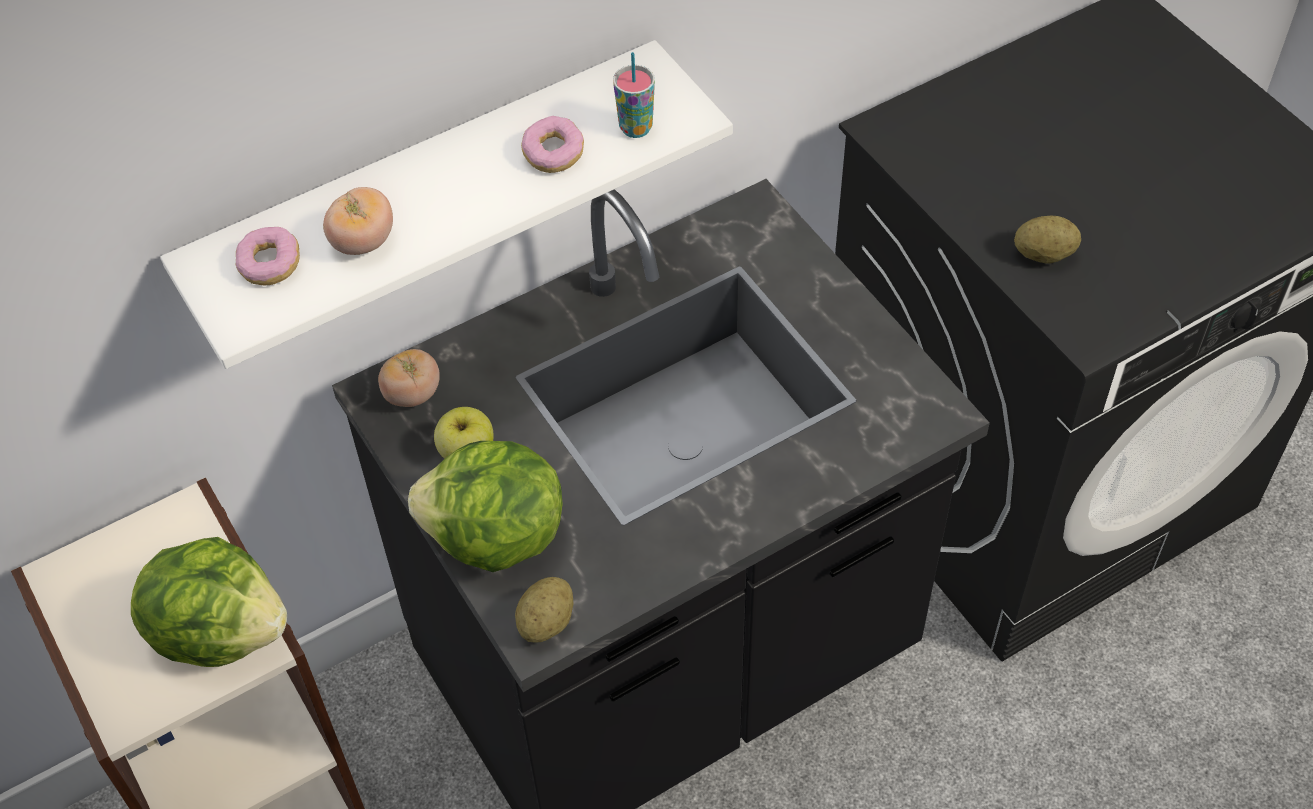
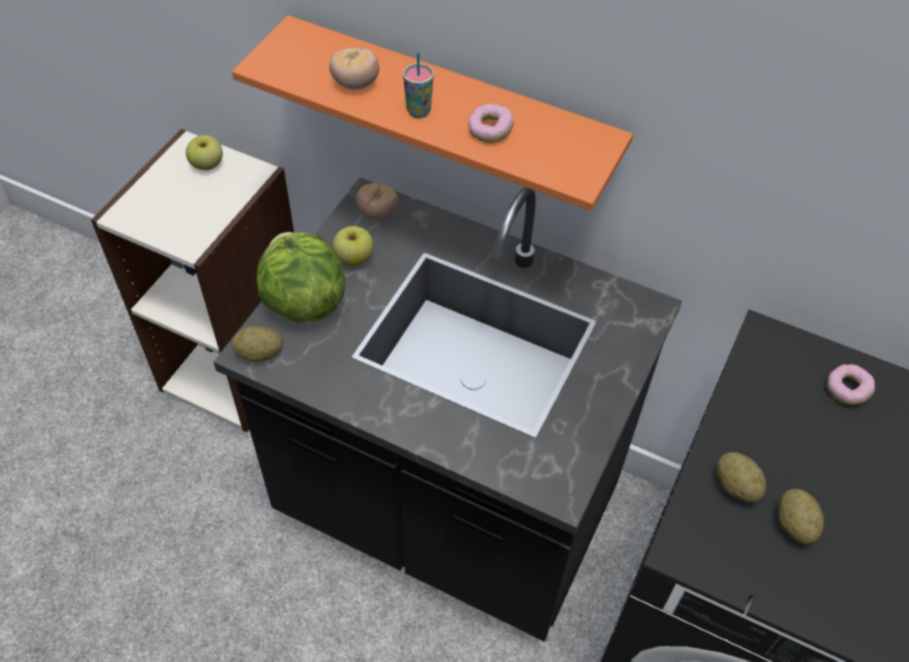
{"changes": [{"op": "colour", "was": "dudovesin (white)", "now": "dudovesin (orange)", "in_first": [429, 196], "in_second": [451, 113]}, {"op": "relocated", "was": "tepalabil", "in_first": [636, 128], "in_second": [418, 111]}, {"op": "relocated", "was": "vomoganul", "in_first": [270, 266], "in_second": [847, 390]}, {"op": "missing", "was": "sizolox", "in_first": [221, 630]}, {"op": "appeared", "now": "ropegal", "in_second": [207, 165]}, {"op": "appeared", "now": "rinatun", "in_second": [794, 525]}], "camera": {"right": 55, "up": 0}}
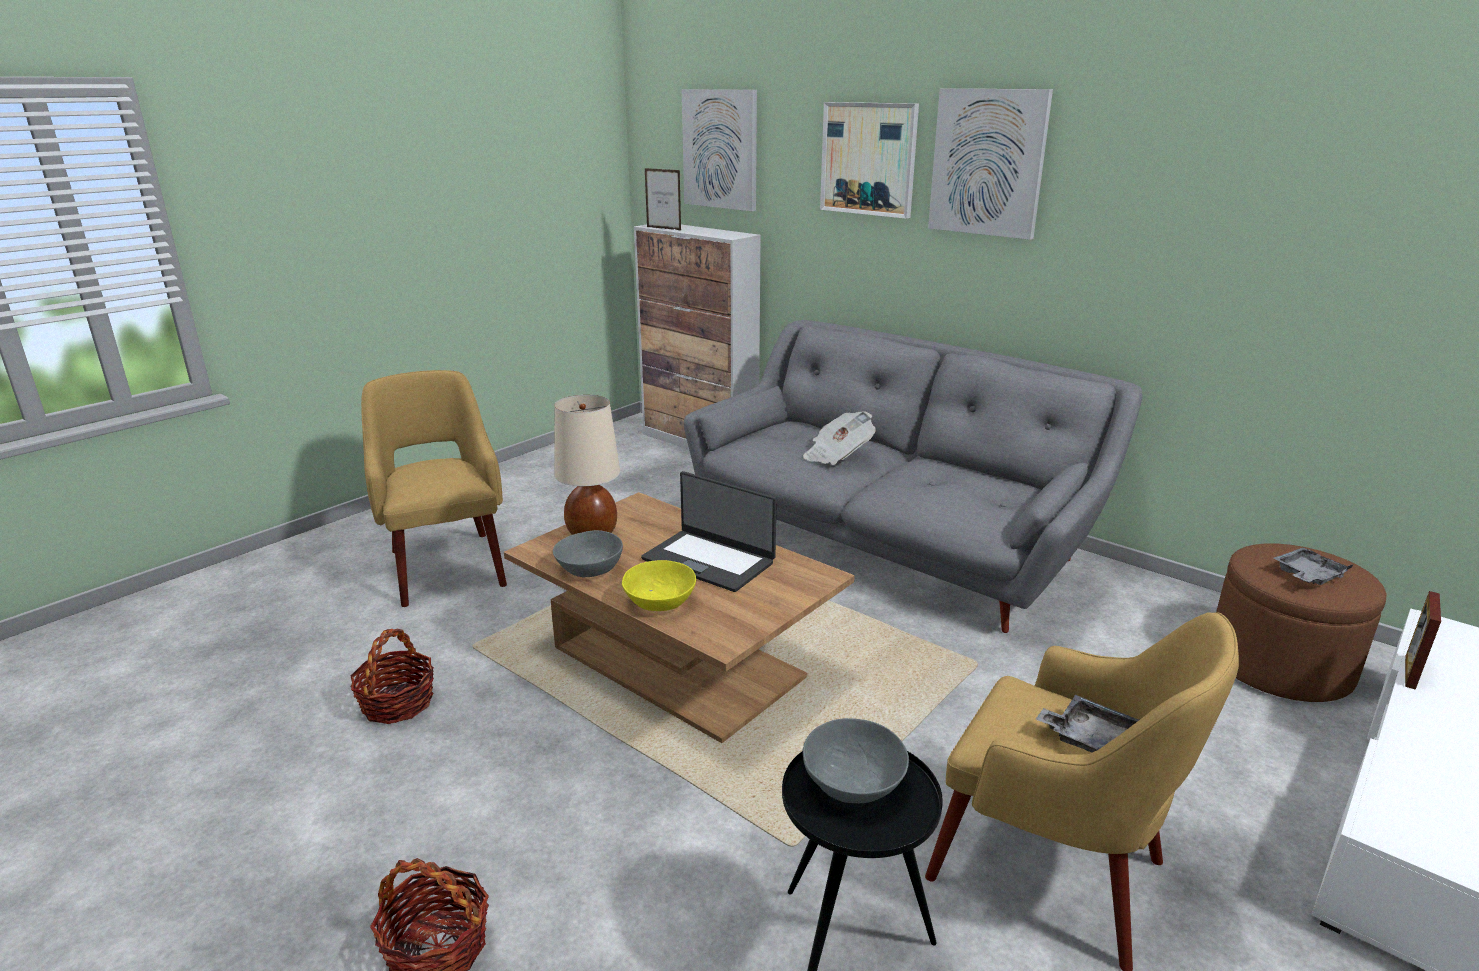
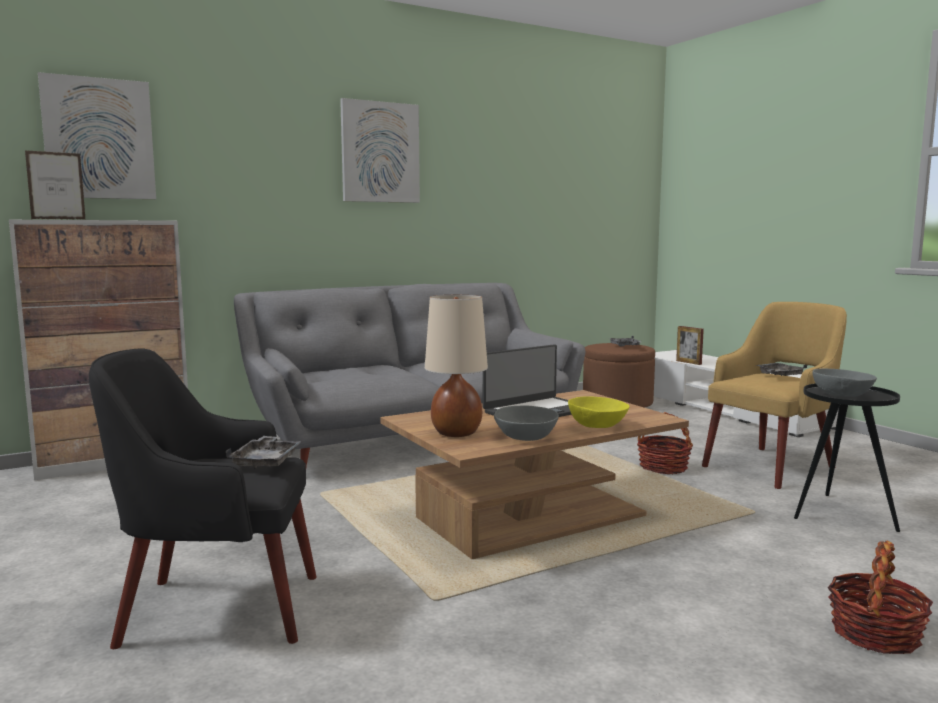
{"changes": [{"op": "missing", "was": "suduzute", "in_first": [868, 159]}, {"op": "colour", "was": "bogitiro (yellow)", "now": "bogitiro (black)", "in_first": [447, 565], "in_second": [215, 609]}, {"op": "missing", "was": "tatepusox", "in_first": [837, 455]}, {"op": "relocated", "was": "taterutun", "in_first": [397, 703], "in_second": [663, 467]}, {"op": "appeared", "now": "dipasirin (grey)", "in_second": [266, 461]}], "camera": {"right": -70, "up": -15}}
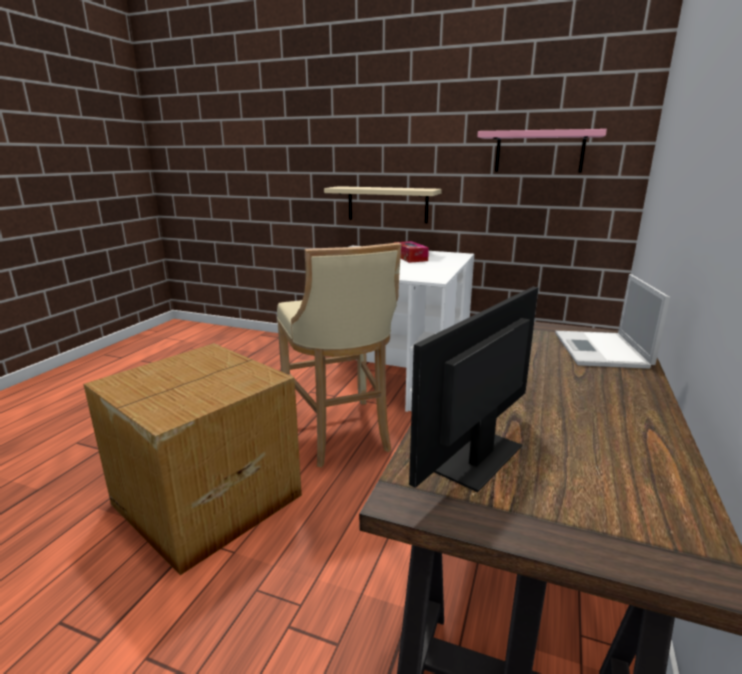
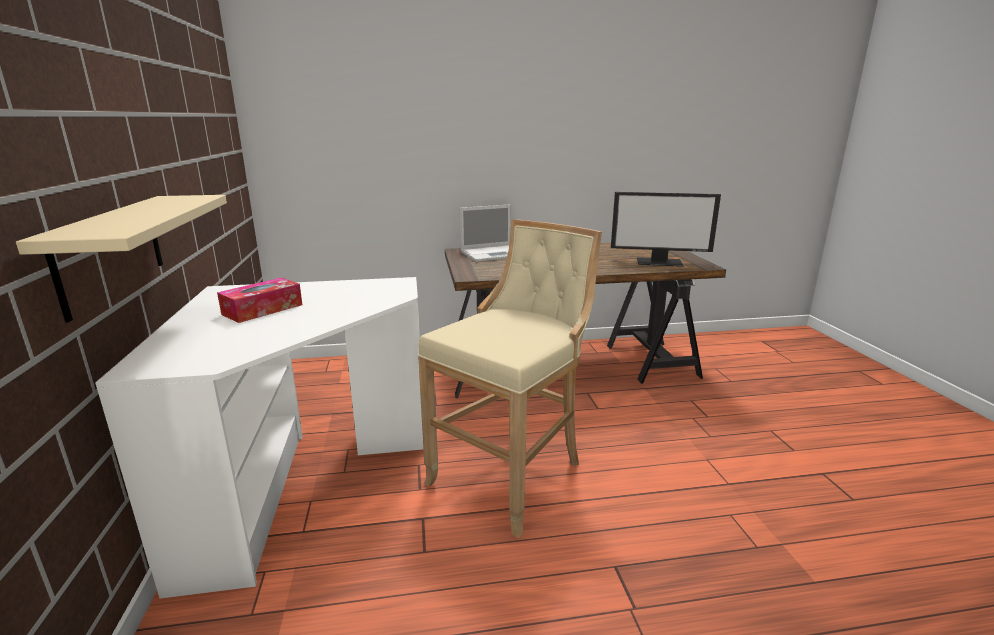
{"changes": [{"op": "missing", "was": "dudovesin (pink)", "in_first": [539, 152]}, {"op": "missing", "was": "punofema", "in_first": [204, 500]}], "camera": {"right": -120, "up": 0}}
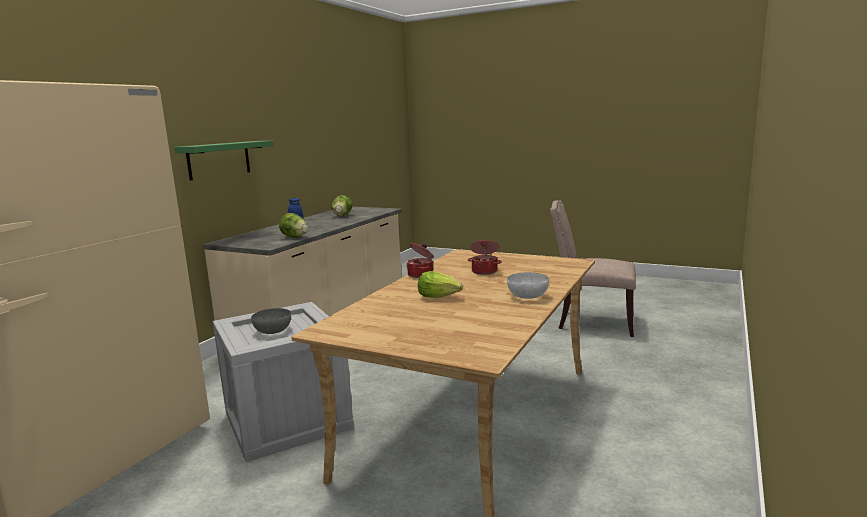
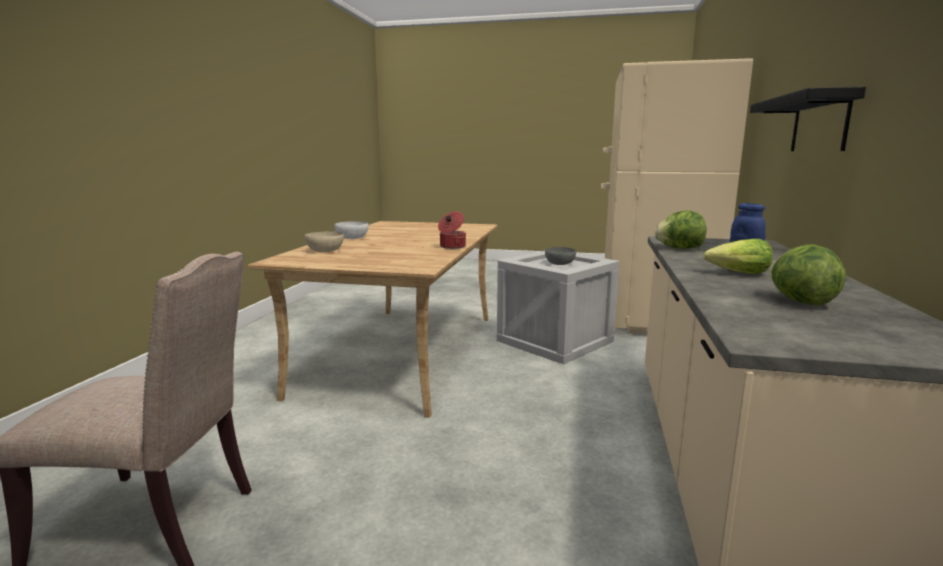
{"changes": [{"op": "colour", "was": "dudovesin (green)", "now": "dudovesin (black)", "in_first": [219, 160], "in_second": [819, 124]}, {"op": "missing", "was": "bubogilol", "in_first": [484, 271]}, {"op": "relocated", "was": "sizolox", "in_first": [439, 296], "in_second": [739, 273]}, {"op": "appeared", "now": "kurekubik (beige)", "in_second": [325, 250]}], "camera": {"right": 165, "up": 0}}
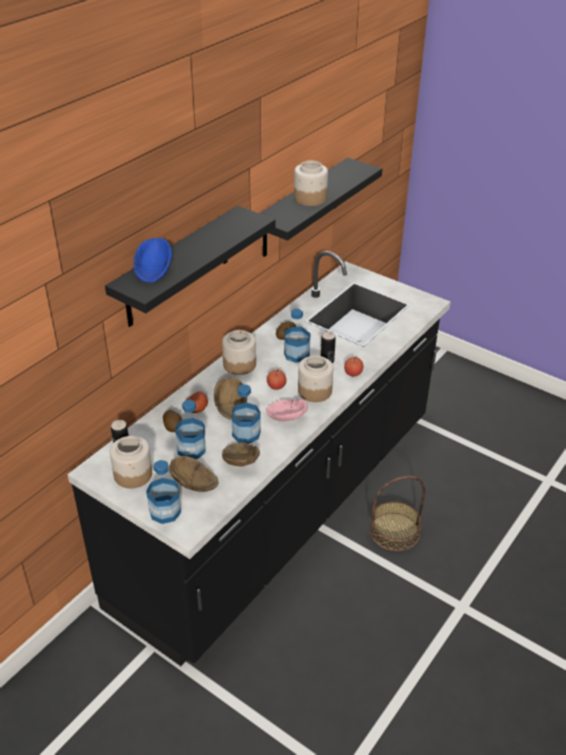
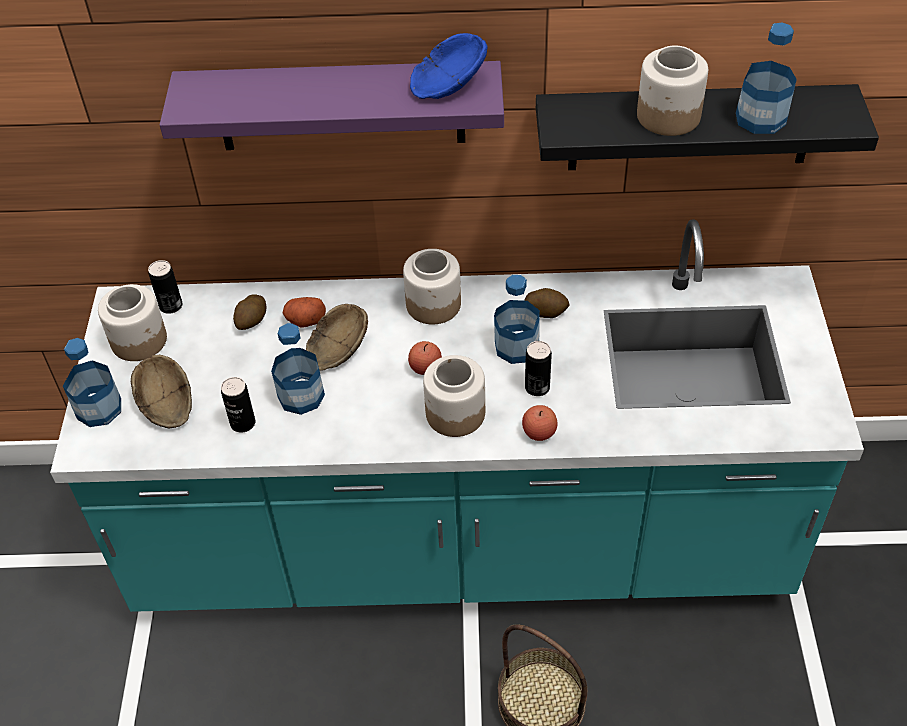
{"changes": [{"op": "colour", "was": "dudovesin (black)", "now": "dudovesin (purple)", "in_first": [177, 267], "in_second": [340, 106]}, {"op": "relocated", "was": "kurekubik (blue)", "in_first": [152, 272], "in_second": [446, 85]}, {"op": "colour", "was": "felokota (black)", "now": "felokota (turquoise)", "in_first": [281, 509], "in_second": [461, 542]}, {"op": "missing", "was": "kurekubik (pink)", "in_first": [286, 417]}, {"op": "relocated", "was": "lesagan", "in_first": [191, 449], "in_second": [760, 118]}, {"op": "exchanged", "was": "kurekubik (brown)", "now": "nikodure", "in_first": [240, 461], "in_second": [243, 423]}], "camera": {"right": 55, "up": 10}}
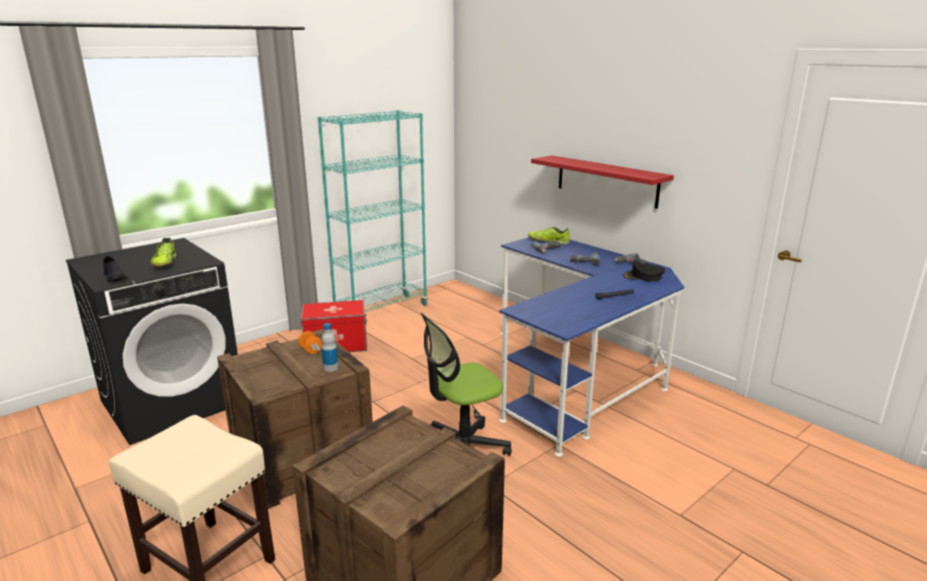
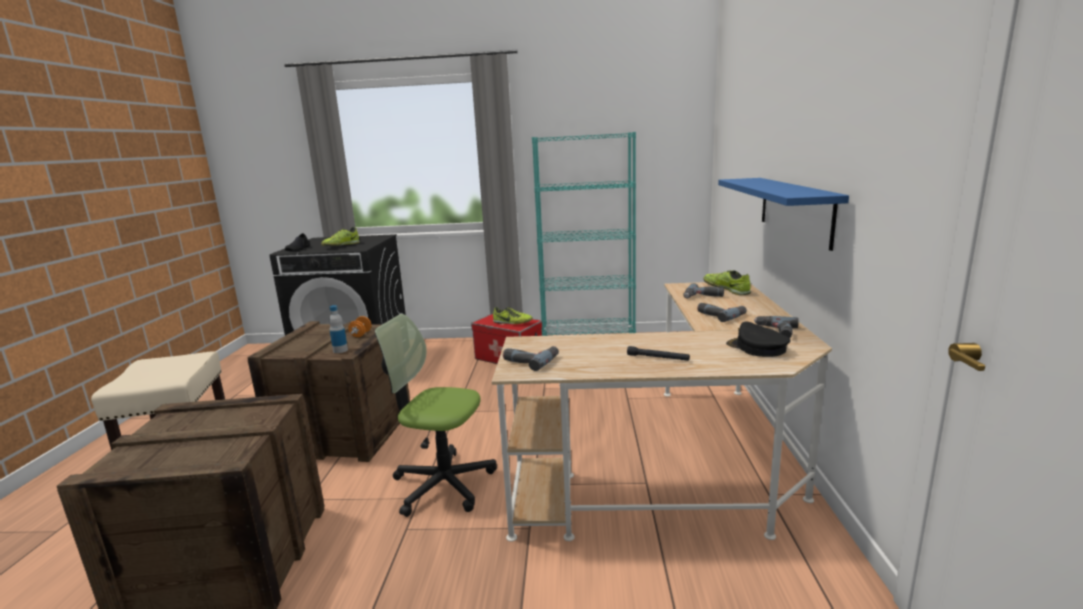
{"changes": [{"op": "colour", "was": "dudovesin (red)", "now": "dudovesin (blue)", "in_first": [606, 181], "in_second": [794, 209]}, {"op": "colour", "was": "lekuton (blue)", "now": "lekuton (beige)", "in_first": [579, 374], "in_second": [682, 467]}, {"op": "appeared", "now": "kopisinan", "in_second": [512, 323]}, {"op": "appeared", "now": "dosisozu", "in_second": [530, 360]}], "camera": {"right": 45, "up": -5}}
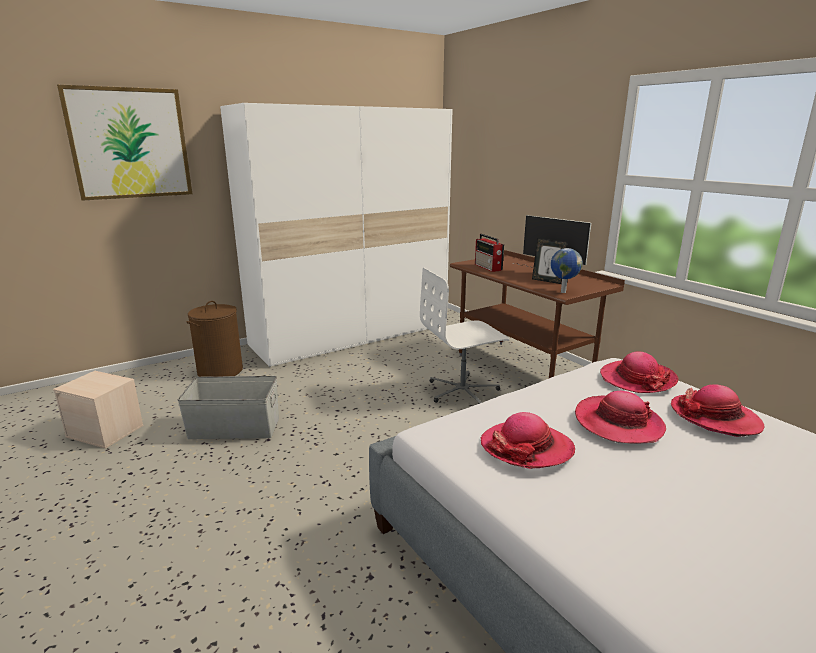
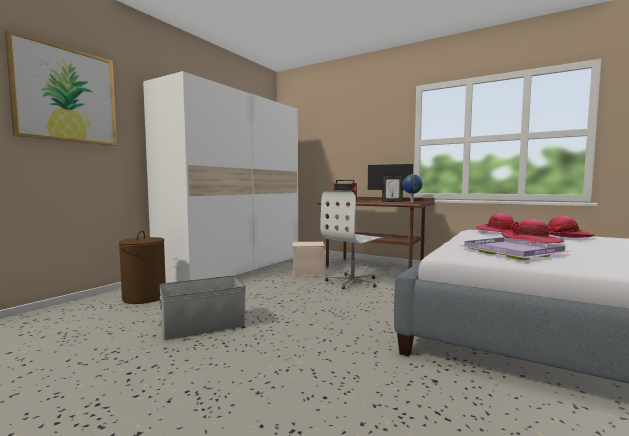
{"changes": [{"op": "relocated", "was": "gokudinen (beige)", "in_first": [106, 431], "in_second": [308, 273]}, {"op": "exchanged", "was": "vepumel", "now": "dipasirin (purple)", "in_first": [526, 448], "in_second": [512, 251]}], "camera": {"right": -25, "up": -15}}
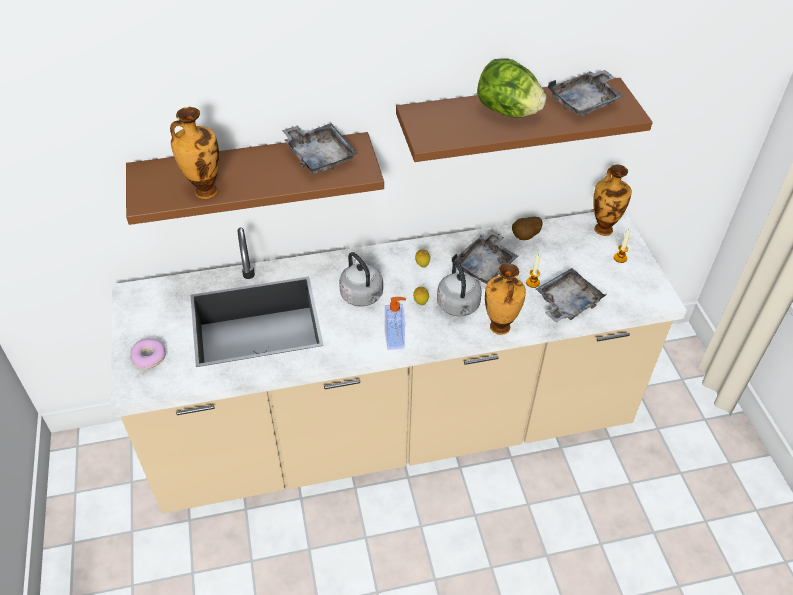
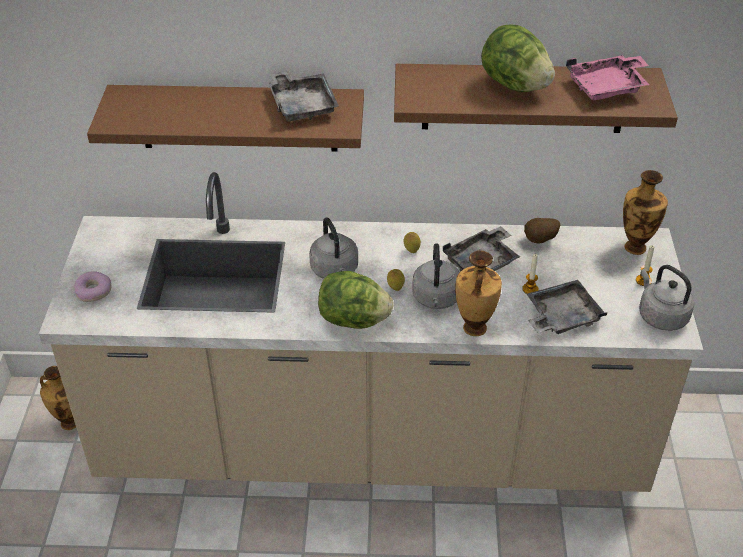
{"changes": [{"op": "colour", "was": "dipasirin (grey)", "now": "dipasirin (pink)", "in_first": [585, 102], "in_second": [607, 87]}, {"op": "relocated", "was": "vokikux", "in_first": [204, 191], "in_second": [68, 422]}, {"op": "exchanged", "was": "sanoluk", "now": "sizolox", "in_first": [395, 340], "in_second": [353, 320]}, {"op": "appeared", "now": "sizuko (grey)", "in_second": [660, 316]}], "camera": {"right": 15, "up": -5}}
